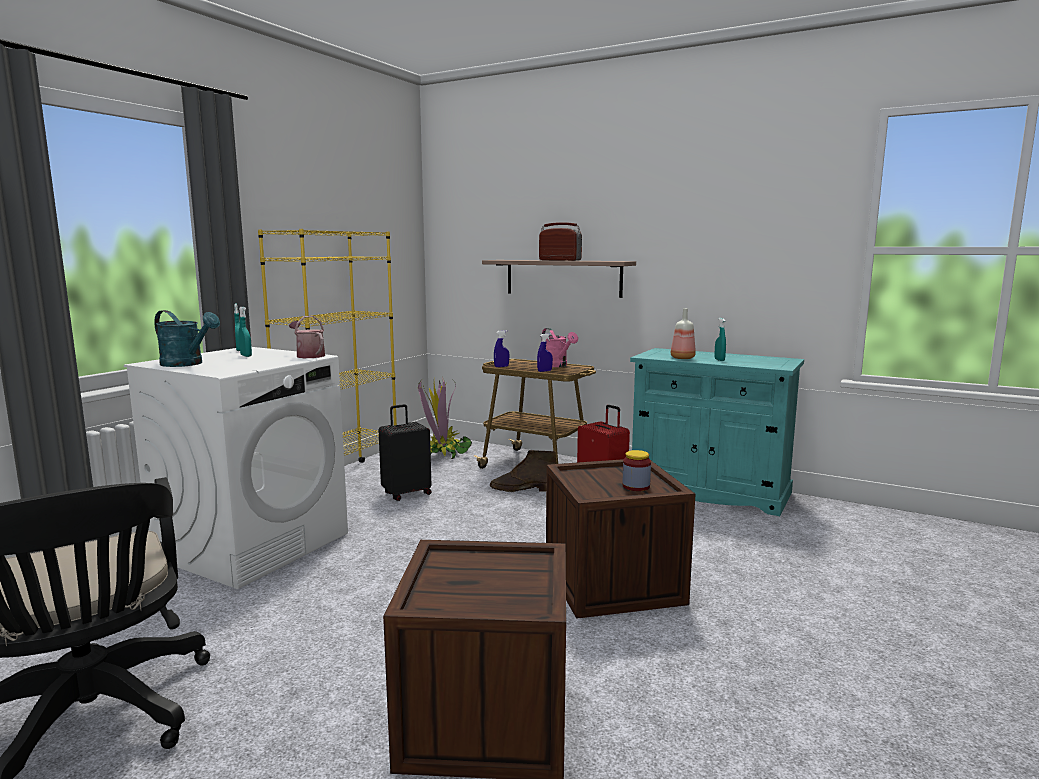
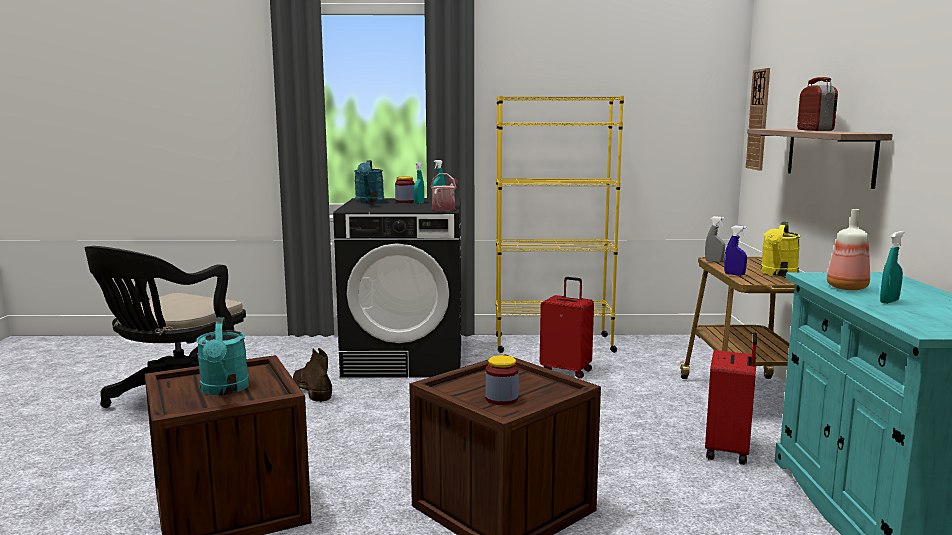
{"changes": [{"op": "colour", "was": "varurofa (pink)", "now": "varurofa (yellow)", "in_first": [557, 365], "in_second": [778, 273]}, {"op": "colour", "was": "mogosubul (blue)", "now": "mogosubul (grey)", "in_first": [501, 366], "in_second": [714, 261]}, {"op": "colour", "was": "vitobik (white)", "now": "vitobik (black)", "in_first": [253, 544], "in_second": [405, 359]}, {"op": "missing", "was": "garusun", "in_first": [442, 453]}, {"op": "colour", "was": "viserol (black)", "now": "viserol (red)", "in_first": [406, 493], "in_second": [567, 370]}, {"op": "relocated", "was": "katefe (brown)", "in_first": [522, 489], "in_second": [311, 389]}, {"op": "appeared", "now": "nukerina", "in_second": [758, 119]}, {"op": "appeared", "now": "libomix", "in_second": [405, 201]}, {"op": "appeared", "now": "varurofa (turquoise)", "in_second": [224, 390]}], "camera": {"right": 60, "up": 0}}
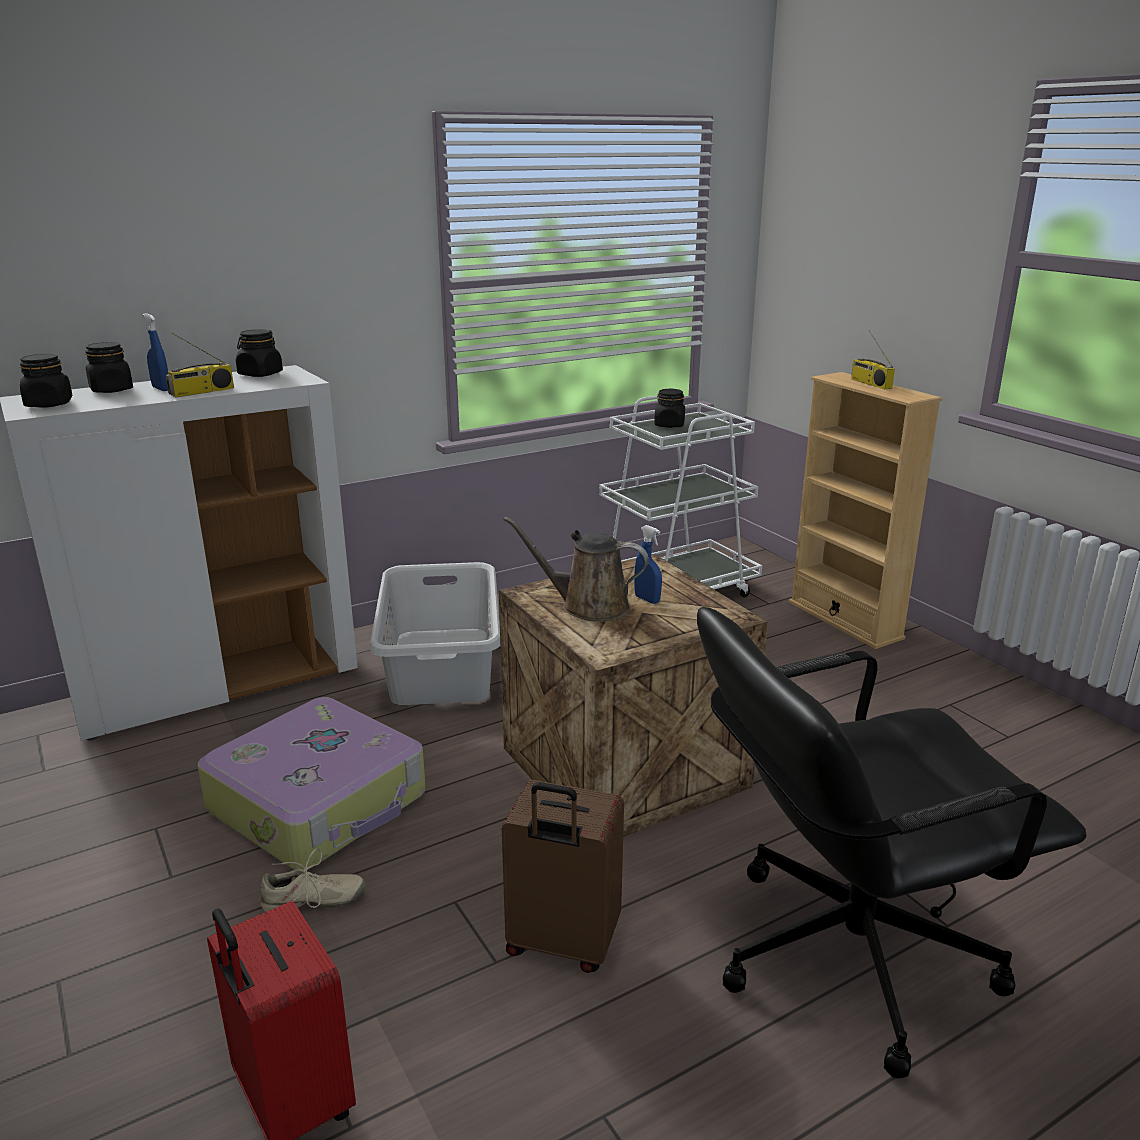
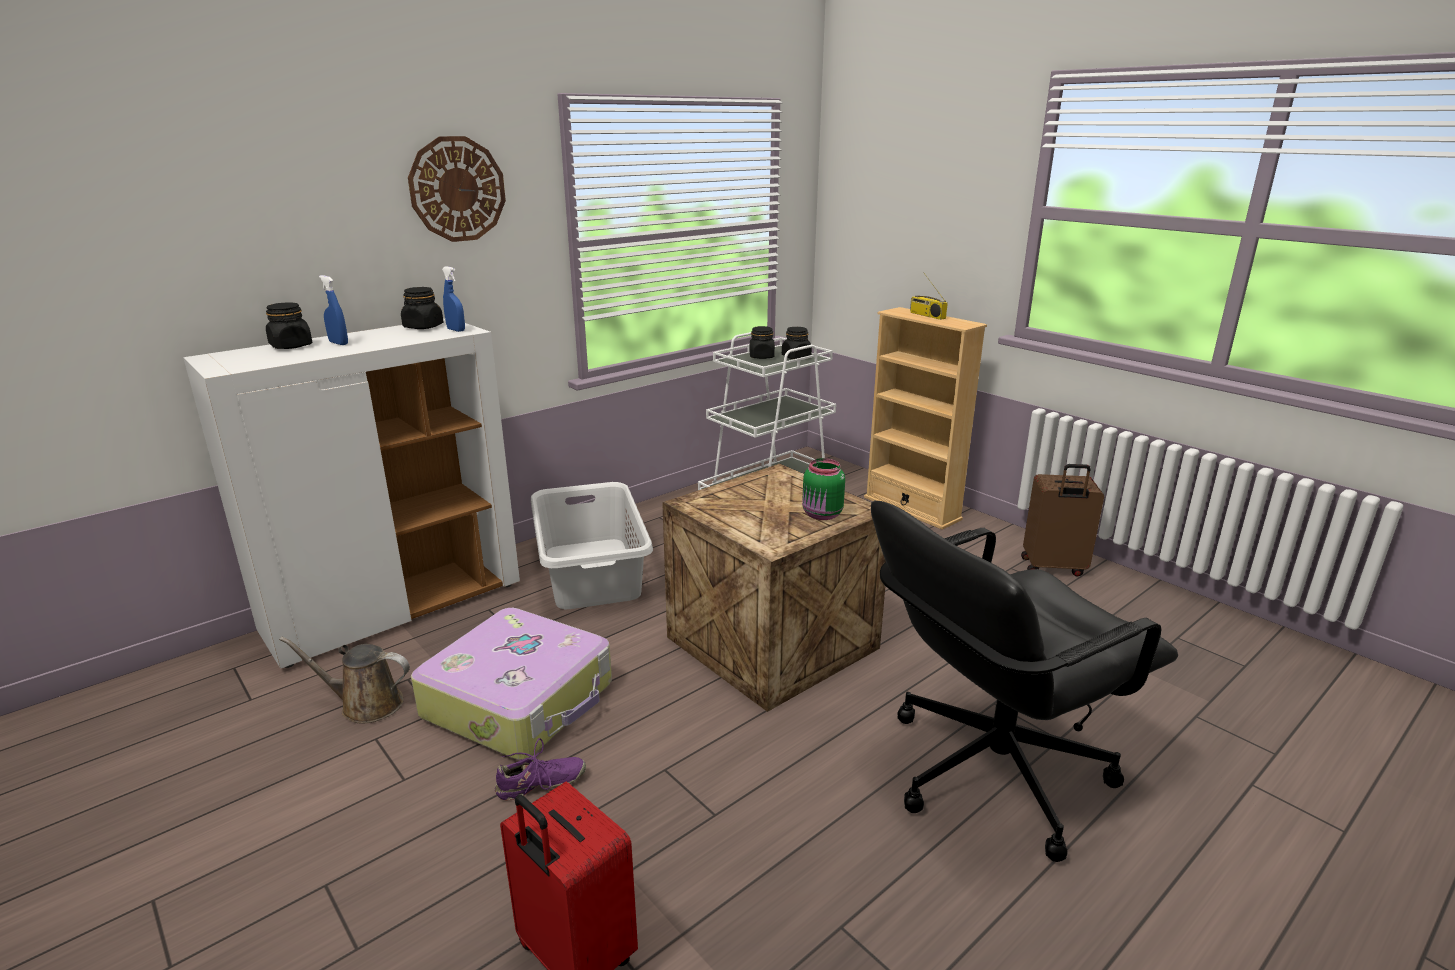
{"changes": [{"op": "missing", "was": "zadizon", "in_first": [202, 392]}, {"op": "relocated", "was": "libomix (black)", "in_first": [49, 404], "in_second": [796, 357]}, {"op": "relocated", "was": "varurofa (brown)", "in_first": [588, 606], "in_second": [366, 704]}, {"op": "relocated", "was": "mogosubul (blue)", "in_first": [647, 599], "in_second": [456, 330]}, {"op": "relocated", "was": "viserol (brown)", "in_first": [561, 944], "in_second": [1053, 568]}, {"op": "colour", "was": "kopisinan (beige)", "now": "kopisinan (purple)", "in_first": [313, 901], "in_second": [540, 785]}, {"op": "appeared", "now": "nukerina", "in_second": [457, 189]}, {"op": "appeared", "now": "libomix (green)", "in_second": [822, 515]}], "camera": {"right": -10, "up": 0}}
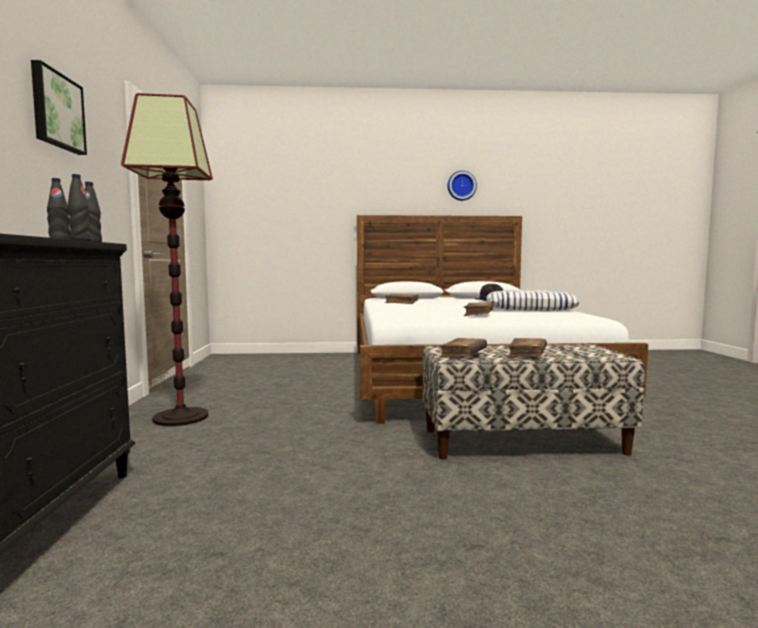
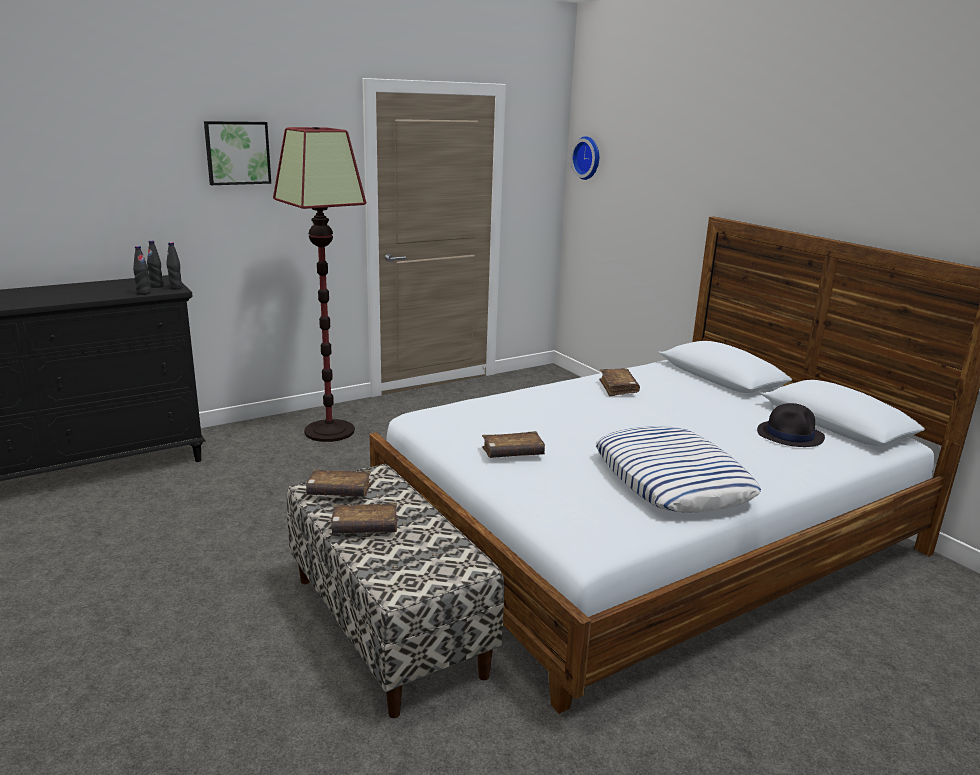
{"changes": [{"op": "relocated", "was": "nukerina", "in_first": [461, 186], "in_second": [588, 158]}], "camera": {"right": 60, "up": 15}}
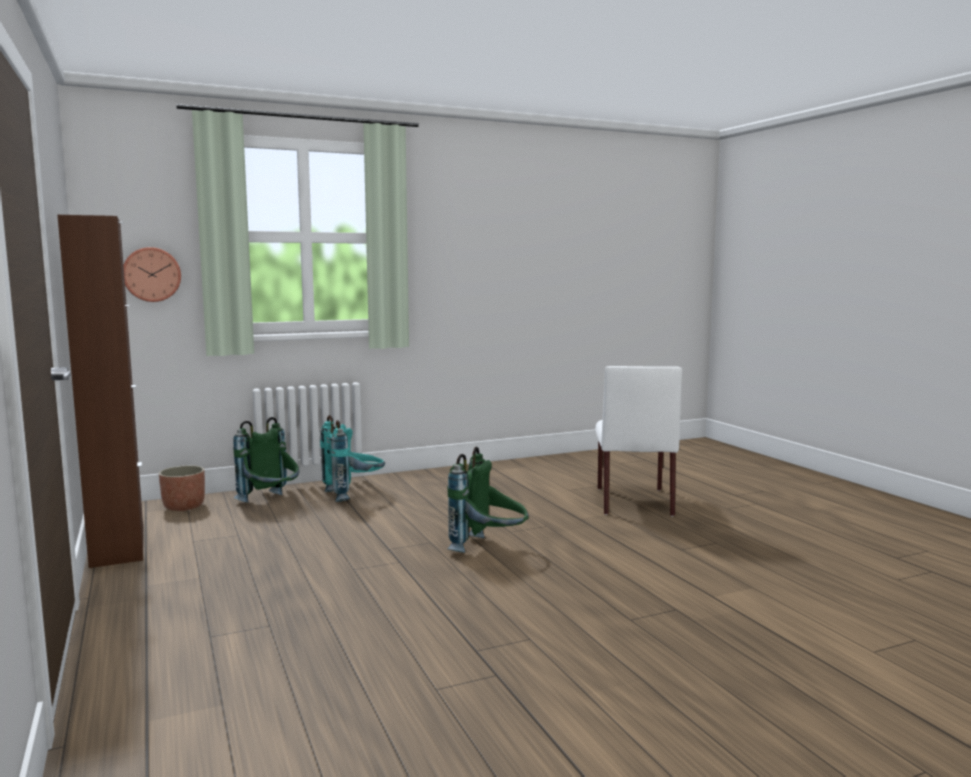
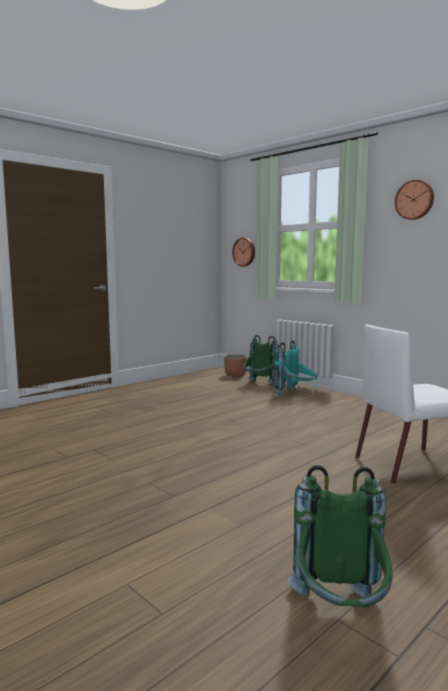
{"changes": [{"op": "missing", "was": "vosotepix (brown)", "in_first": [118, 546]}, {"op": "relocated", "was": "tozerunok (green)", "in_first": [489, 549], "in_second": [340, 614]}, {"op": "appeared", "now": "nukerina", "in_second": [414, 200]}], "camera": {"right": 70, "up": 0}}
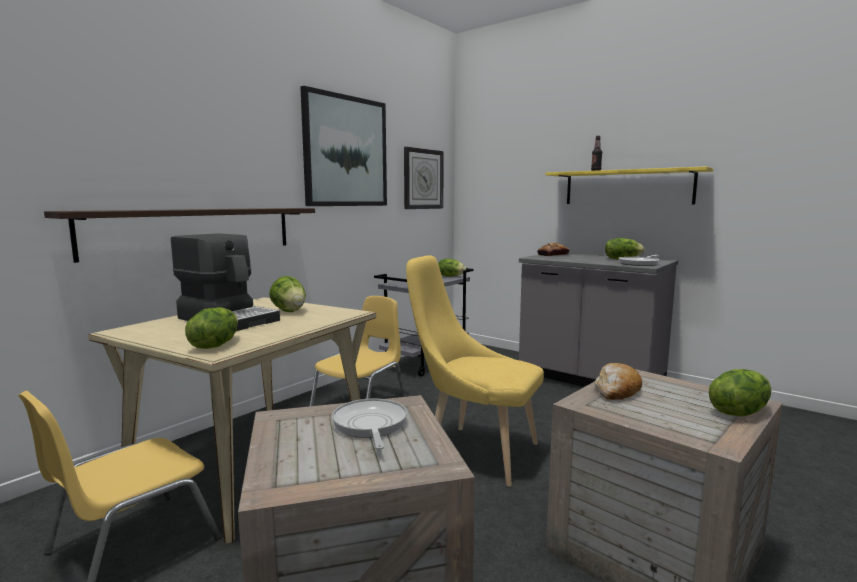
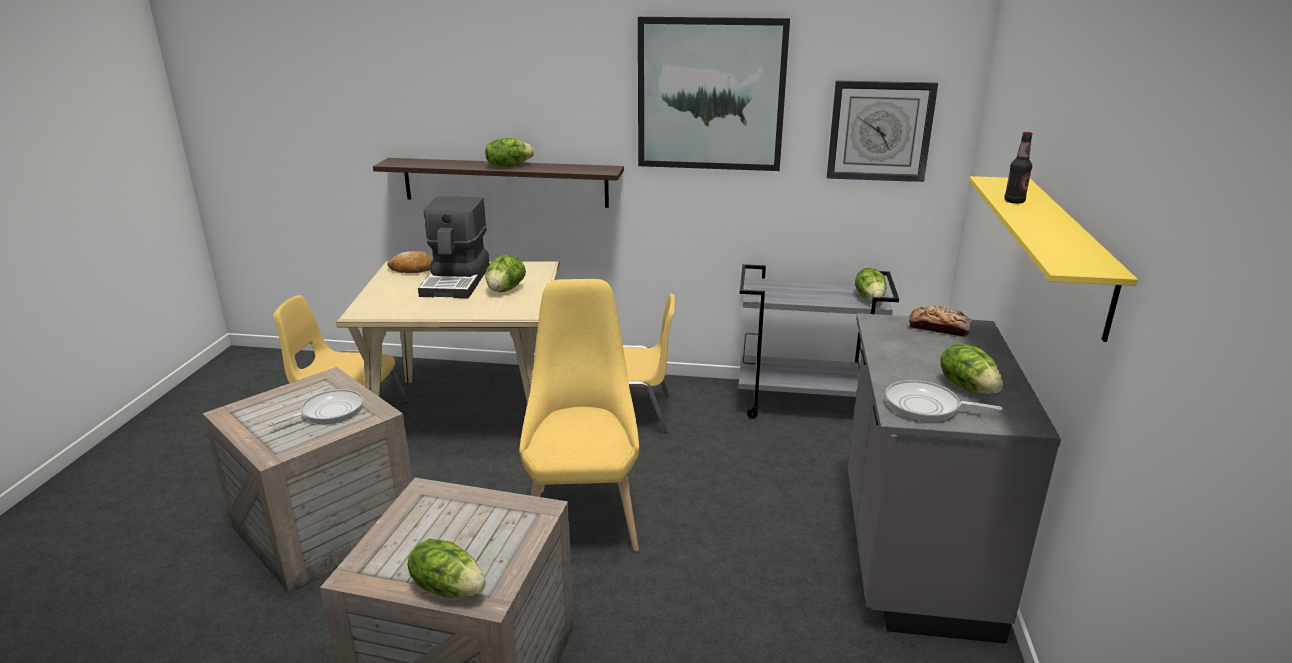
{"changes": [{"op": "relocated", "was": "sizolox", "in_first": [214, 345], "in_second": [508, 166]}, {"op": "relocated", "was": "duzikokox", "in_first": [617, 391], "in_second": [412, 269]}], "camera": {"right": 60, "up": 15}}
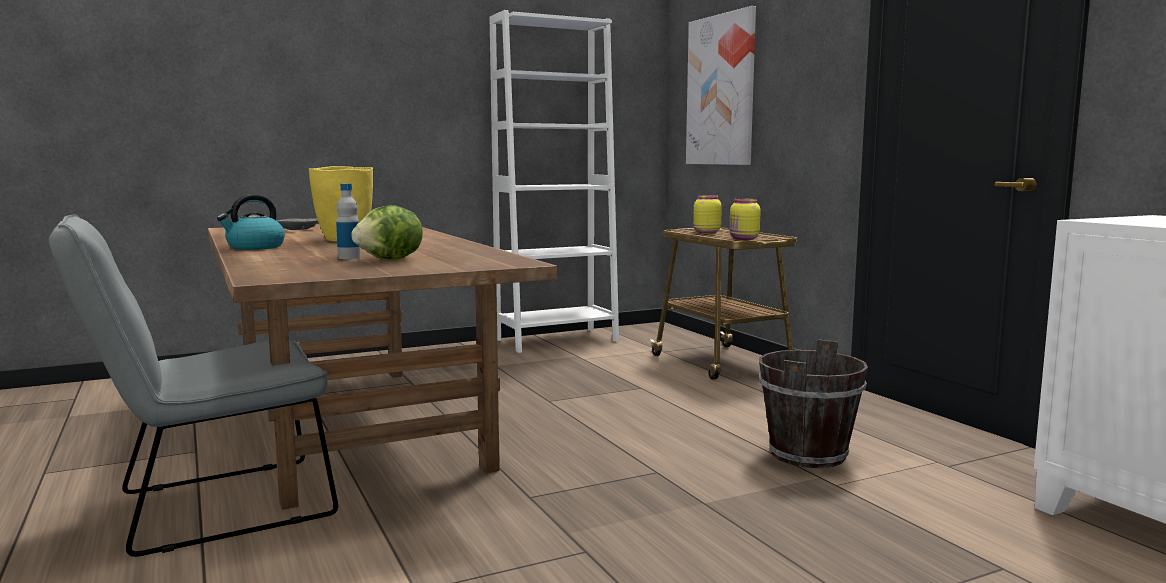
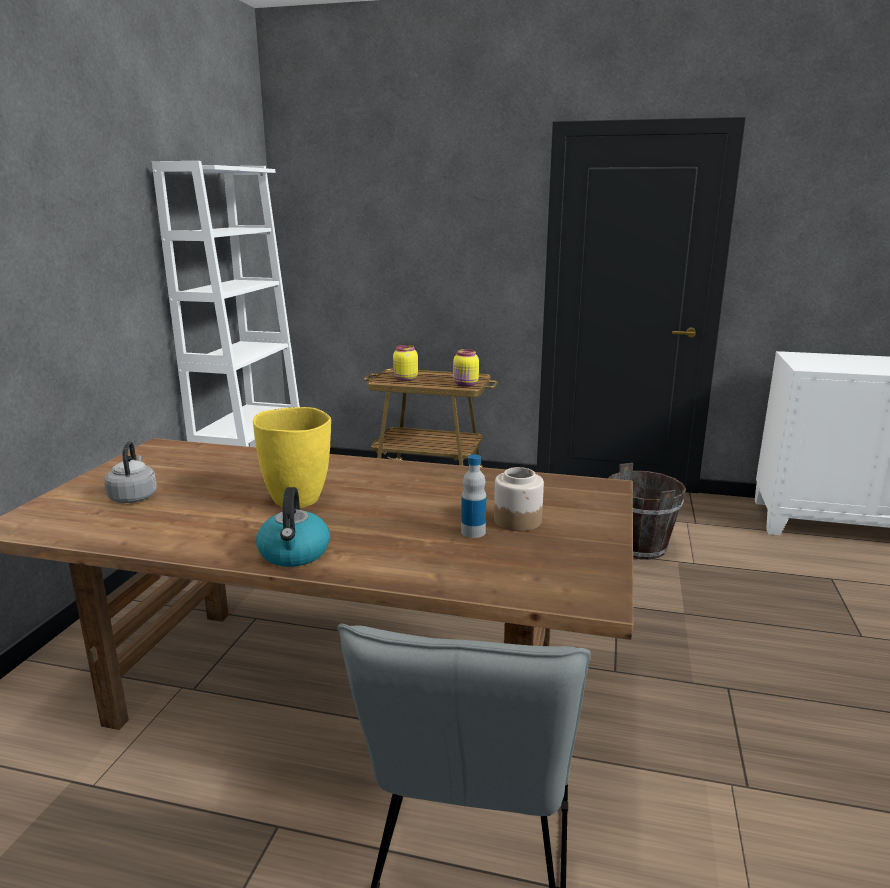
{"changes": [{"op": "missing", "was": "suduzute", "in_first": [721, 90]}, {"op": "exchanged", "was": "sizolox", "now": "libomix", "in_first": [391, 260], "in_second": [518, 521]}, {"op": "exchanged", "was": "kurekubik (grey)", "now": "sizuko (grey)", "in_first": [298, 229], "in_second": [134, 497]}], "camera": {"right": -50, "up": 10}}
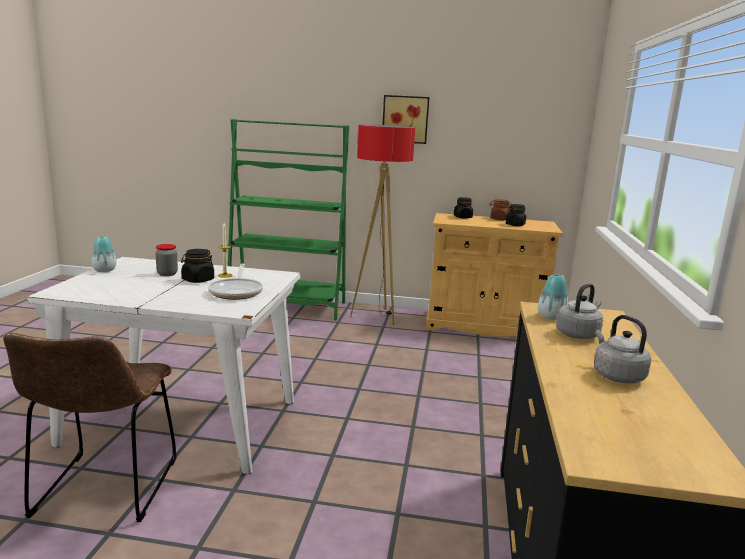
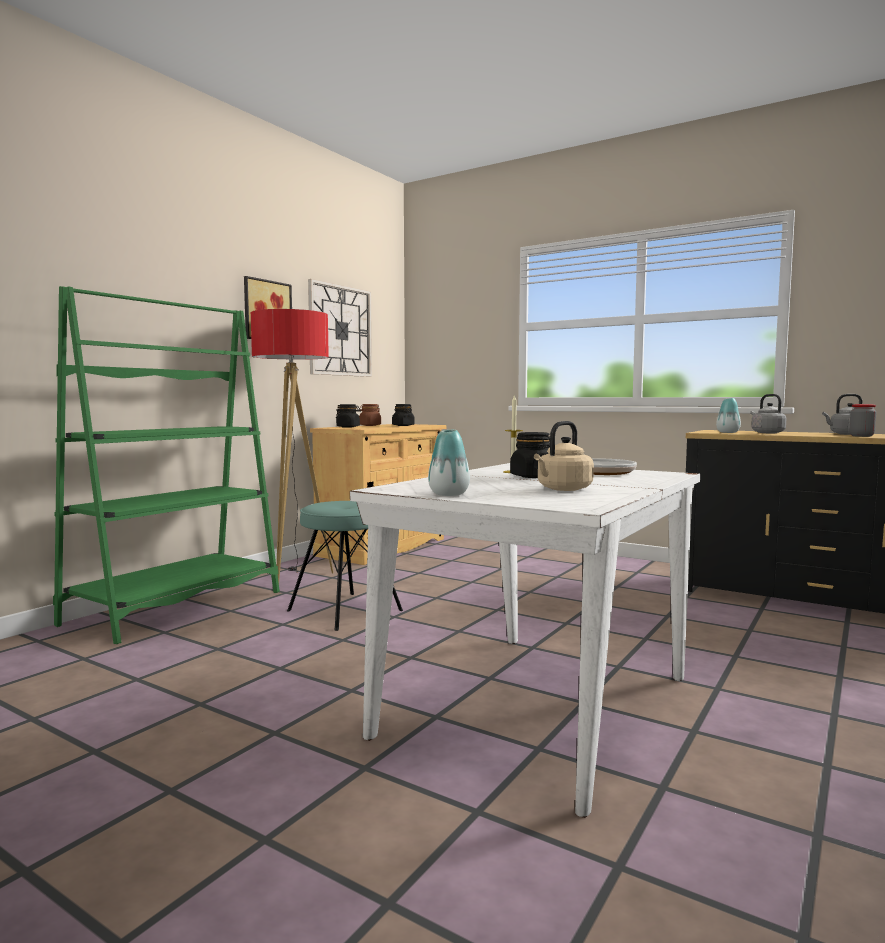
{"changes": [{"op": "relocated", "was": "libomix", "in_first": [167, 274], "in_second": [861, 436]}, {"op": "missing", "was": "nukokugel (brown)", "in_first": [104, 491]}, {"op": "appeared", "now": "nukerina", "in_second": [340, 331]}, {"op": "appeared", "now": "sizuko (beige)", "in_second": [562, 489]}, {"op": "appeared", "now": "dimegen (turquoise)", "in_second": [345, 610]}], "camera": {"right": -65, "up": -10}}
